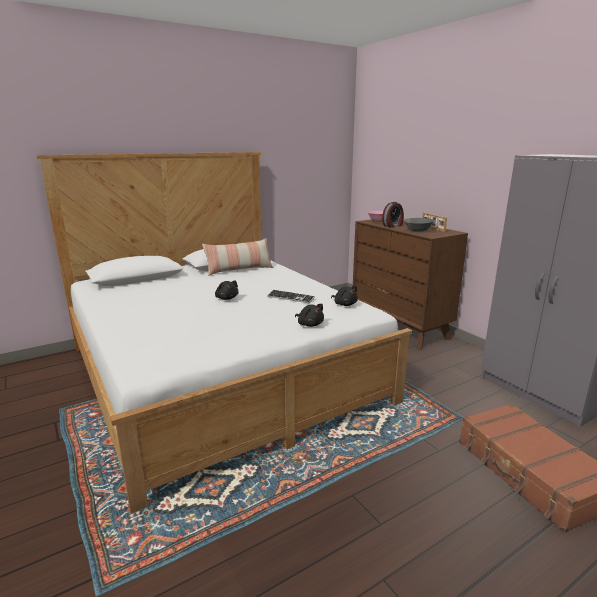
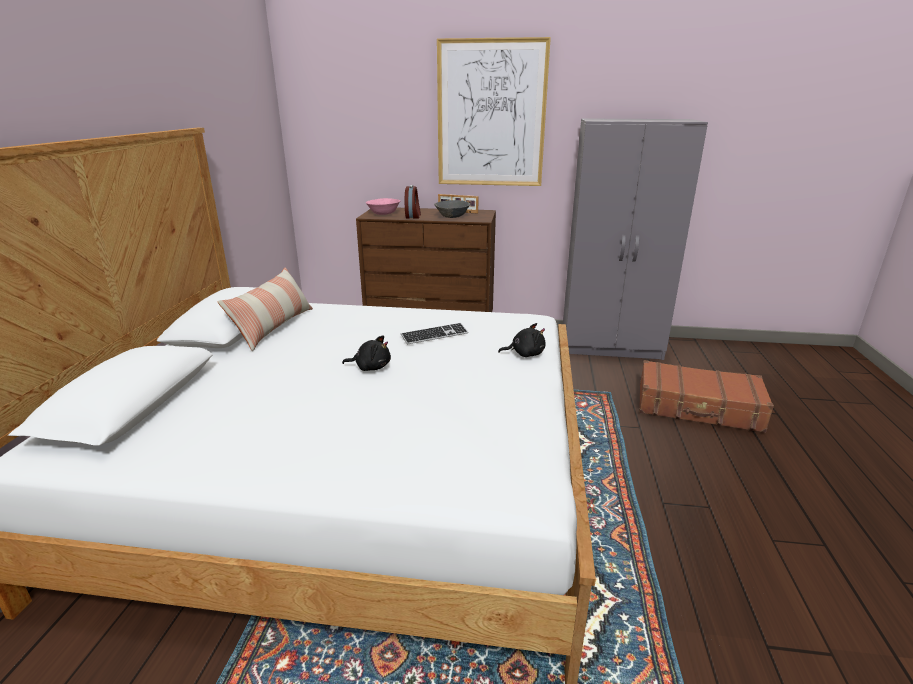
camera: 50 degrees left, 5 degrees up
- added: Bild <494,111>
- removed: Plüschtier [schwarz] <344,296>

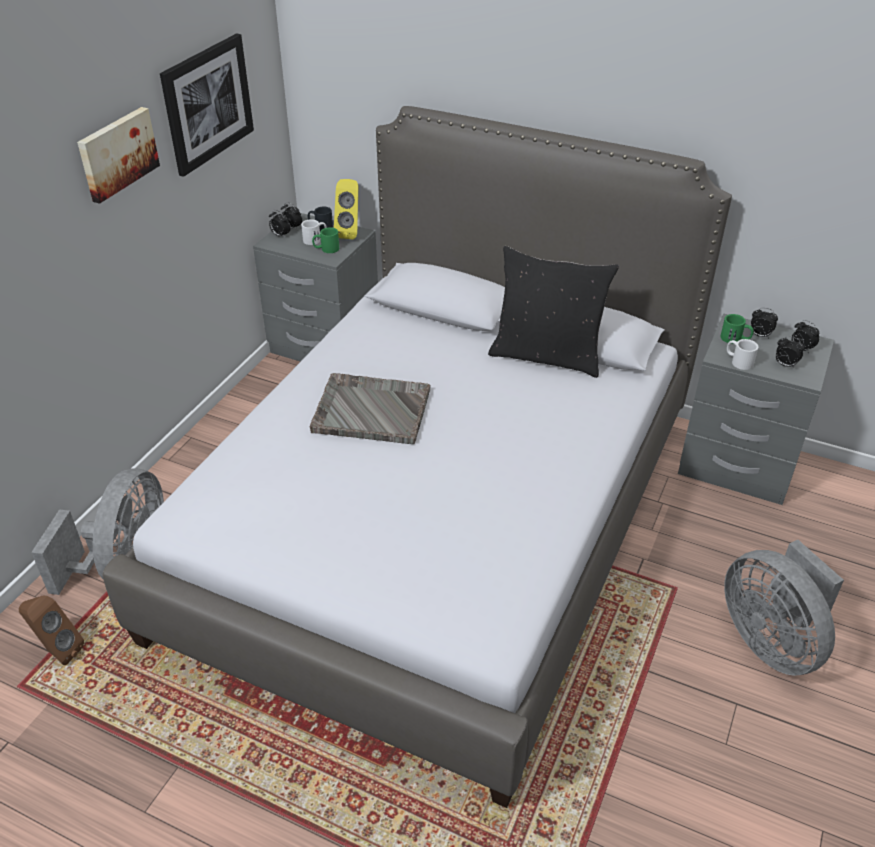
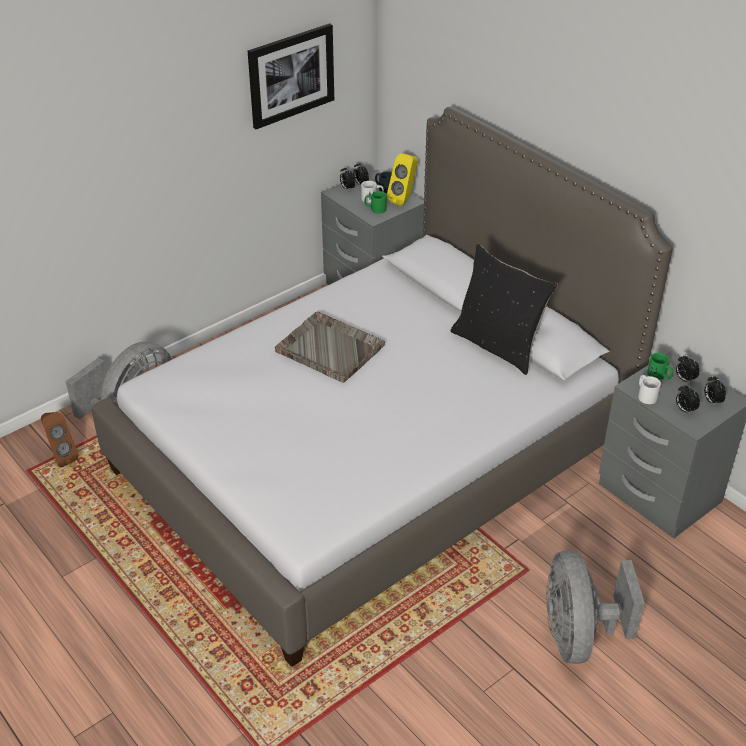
camera: 25 degrees right, 0 degrees up
- removed: Bild <118,155>

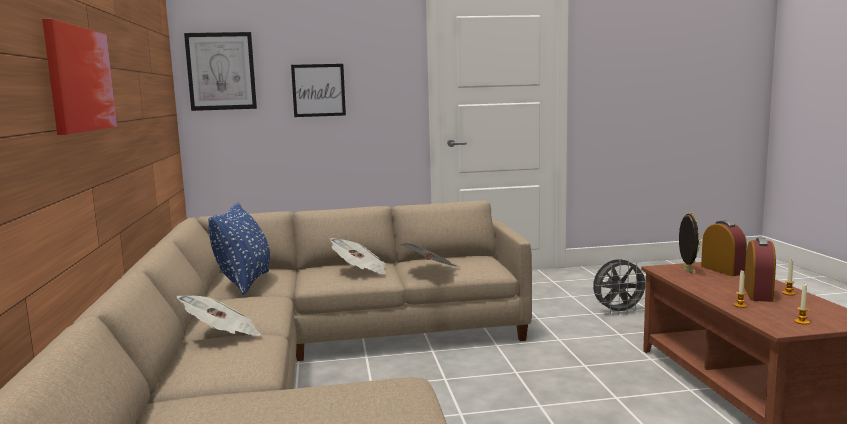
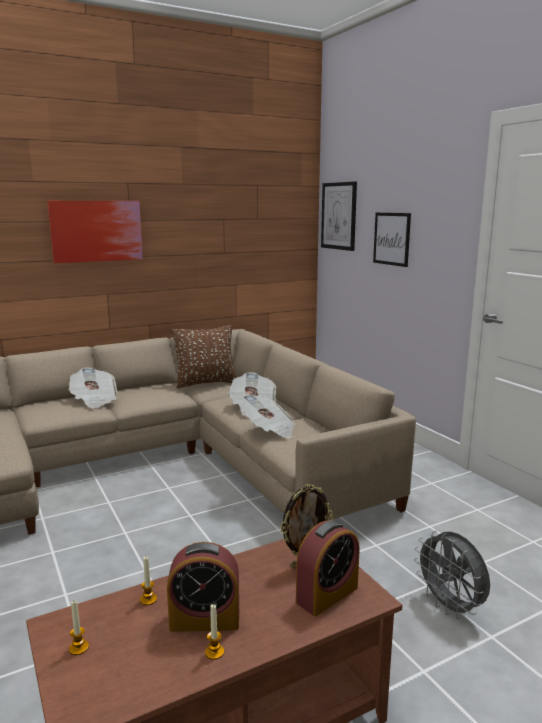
camera: 70 degrees right, 5 degrees up
- recoloured: Kissen [blau] <239,249> to Kissen [braun] <204,357>

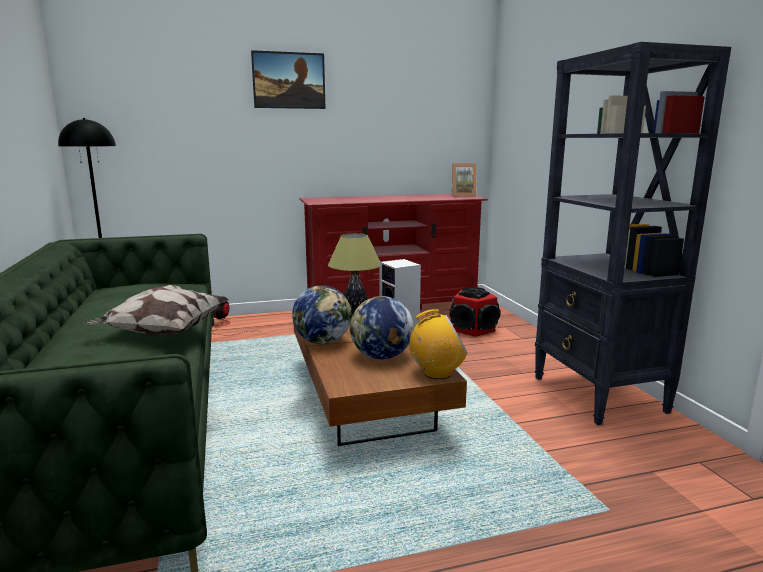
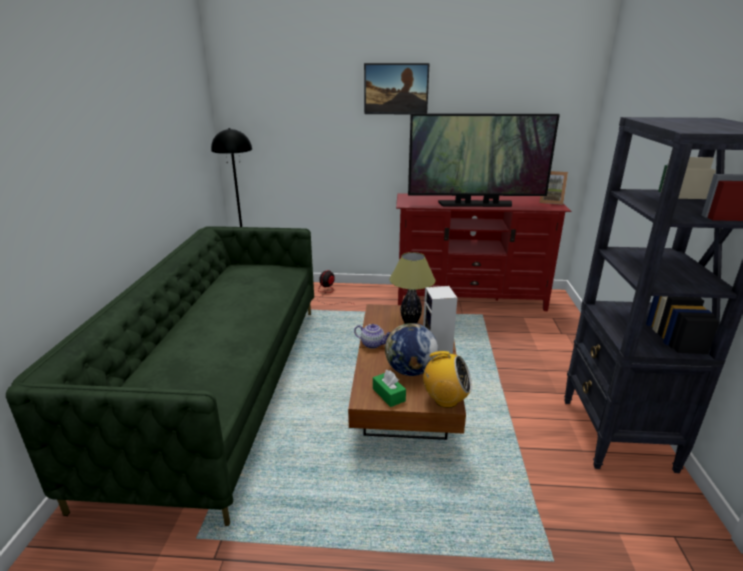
camera: 20 degrees right, 10 degrees up
- replaced: Globus <322,314> to Teekanne <372,336>
- added: Taschentuchbox [grün] <389,388>
- added: Fernseher <484,160>
- removed: Kissen <156,310>
- removed: Lautsprecher <474,312>

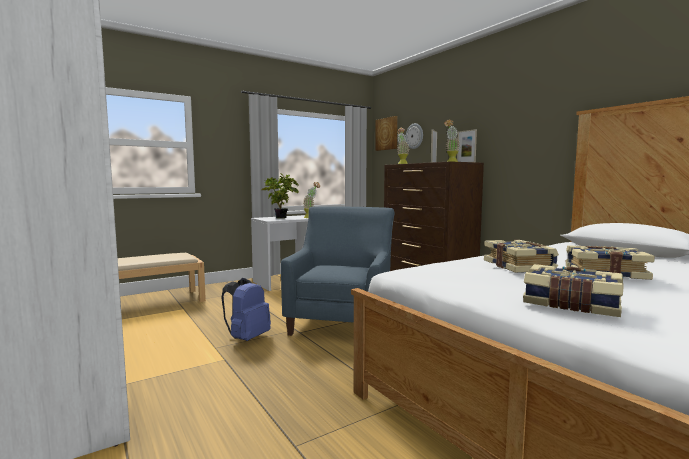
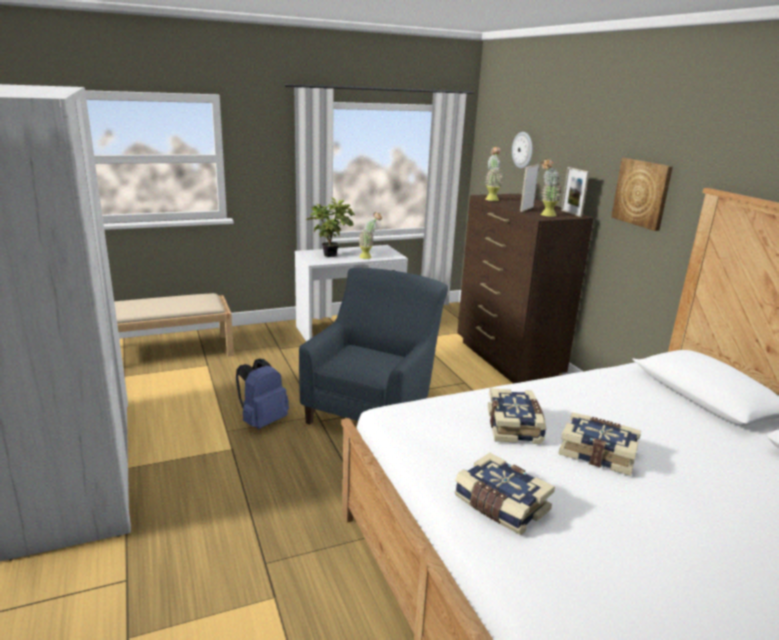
camera: 10 degrees right, 15 degrees up
- moved: Bild <386,133> to <642,194>

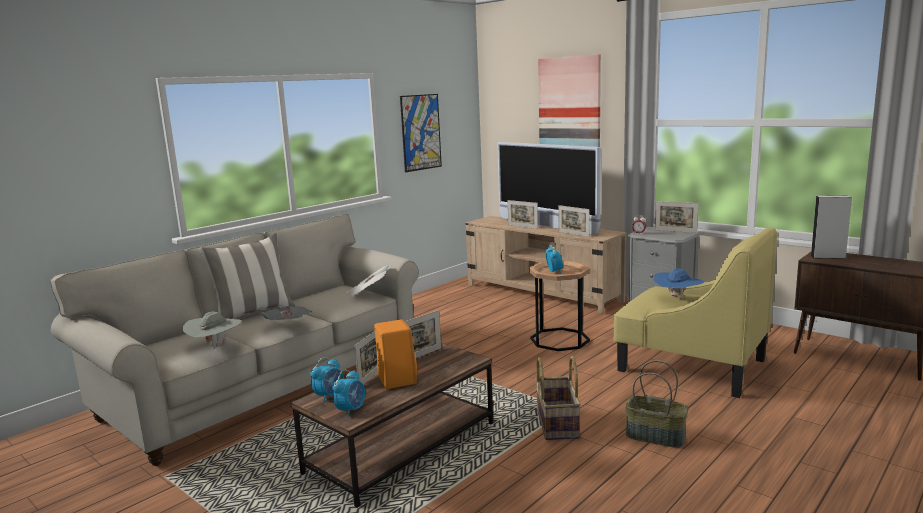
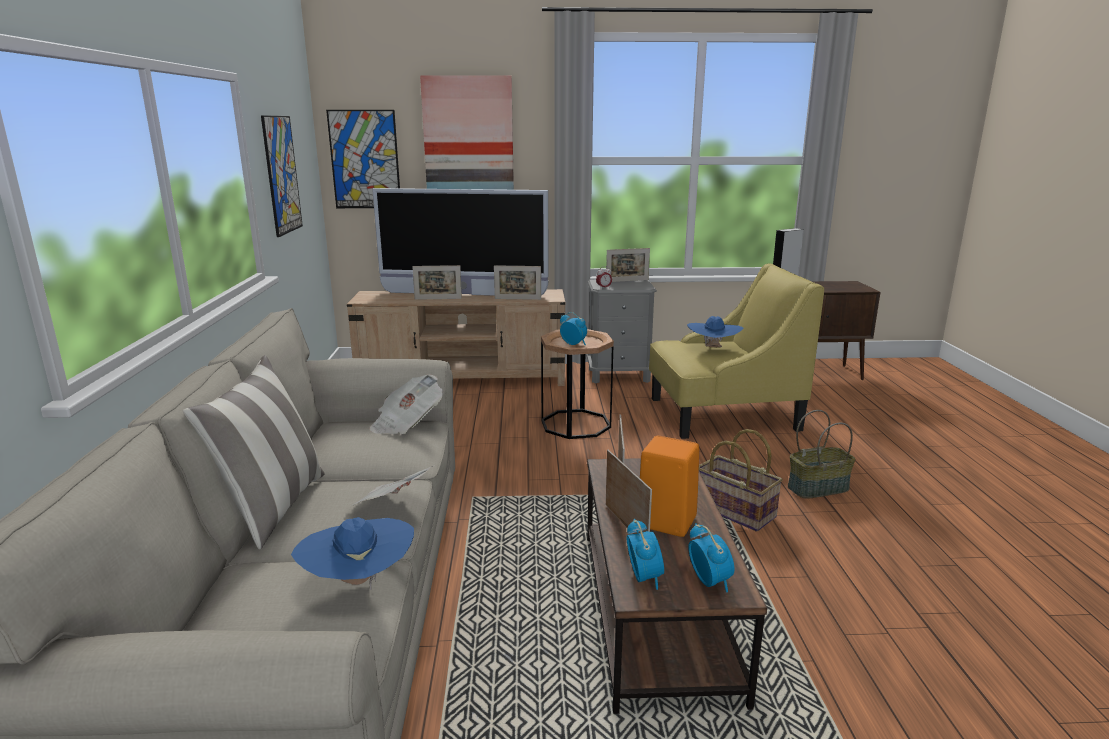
camera: 45 degrees left, 5 degrees up
- recoloured: Hut [grau] <212,330> to Hut [blau] <352,553>
- added: Bild <363,159>

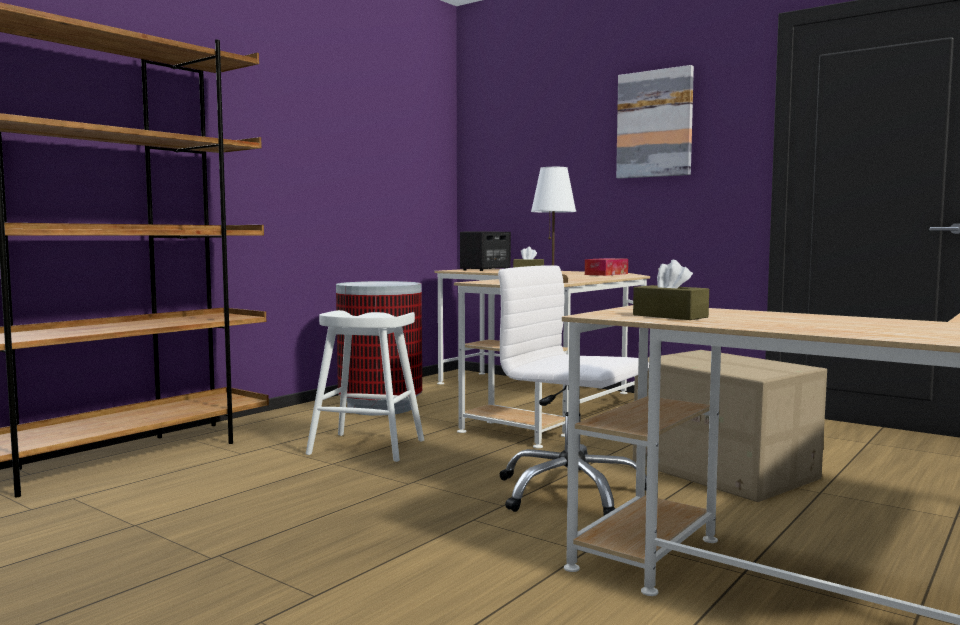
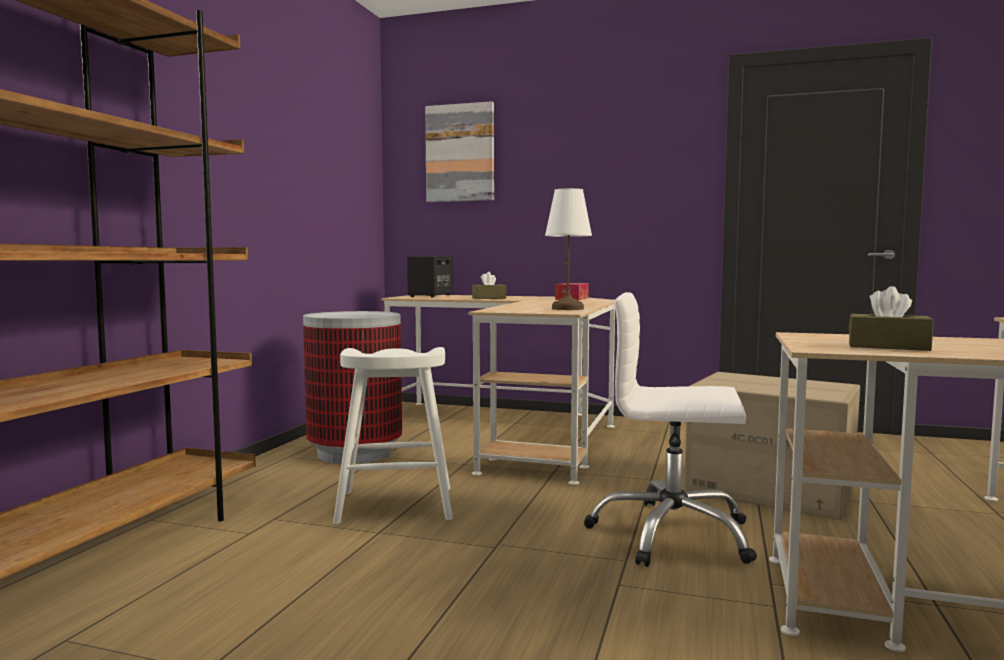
camera: 20 degrees left, 0 degrees up
- moved: Bild <655,122> to <459,151>

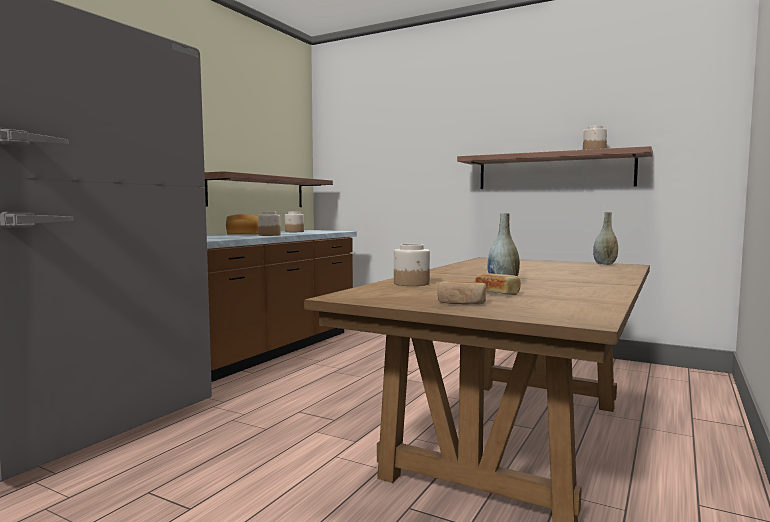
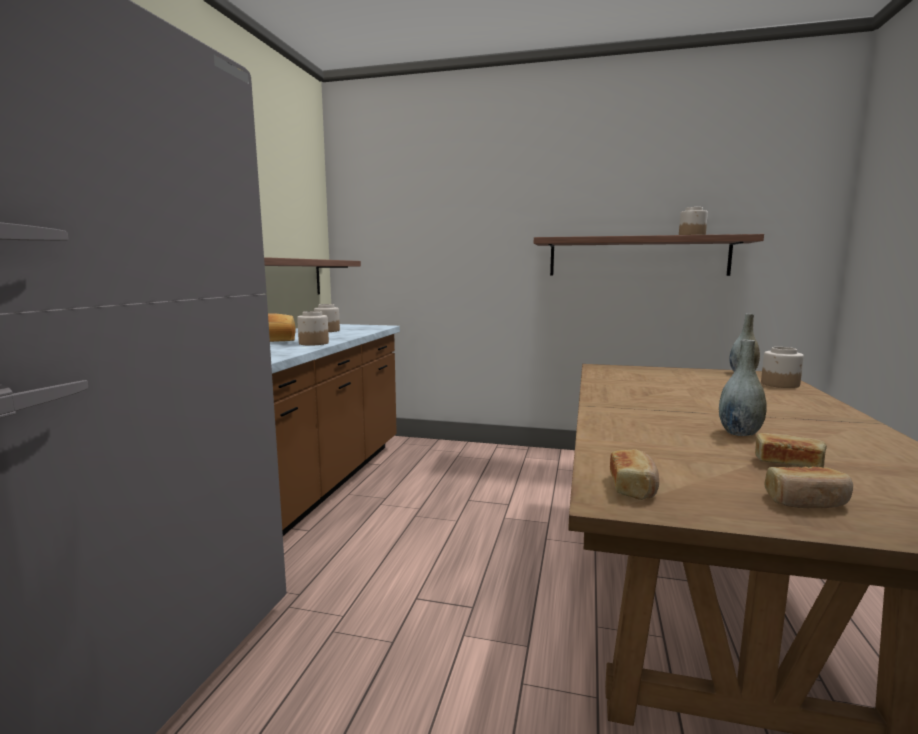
camera: 15 degrees left, 5 degrees up
- added: Brot <634,474>
- moved: Vorratsglas <412,265> to <782,367>

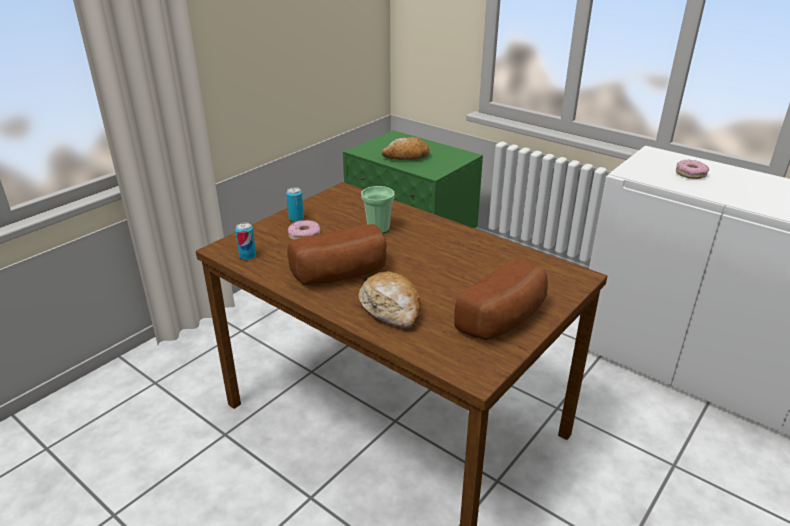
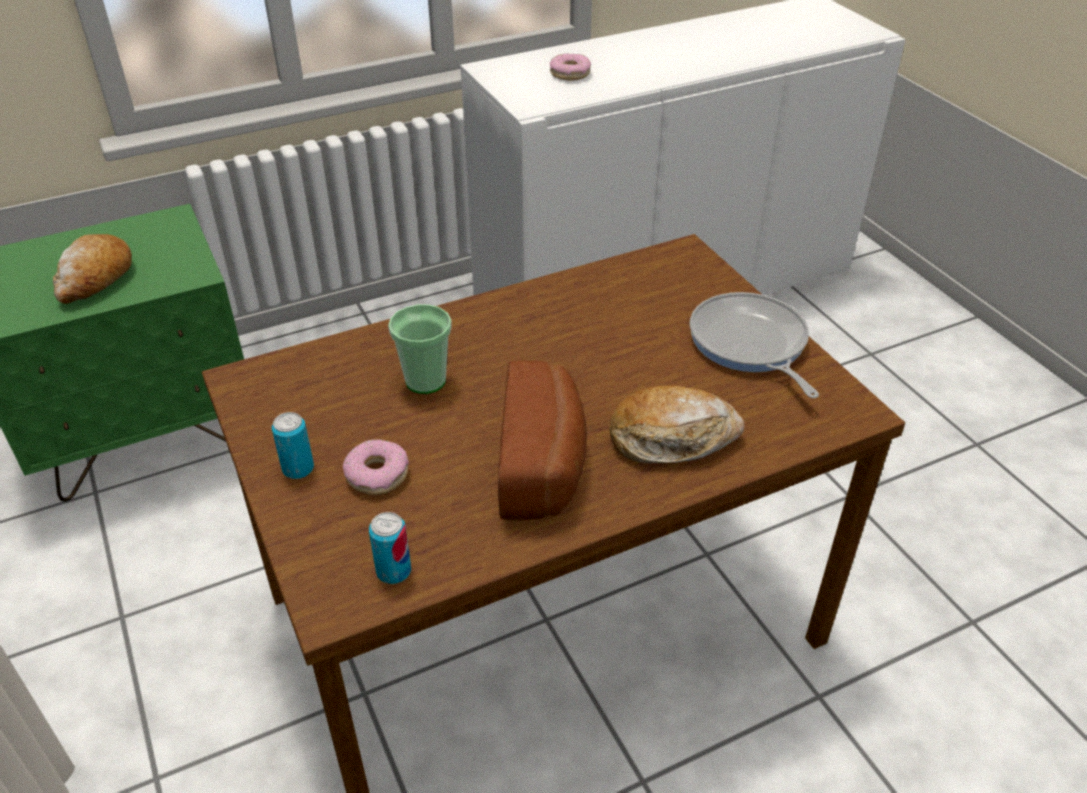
camera: 65 degrees left, 10 degrees up
- replaced: Brot <501,298> to Pfanne <754,345>

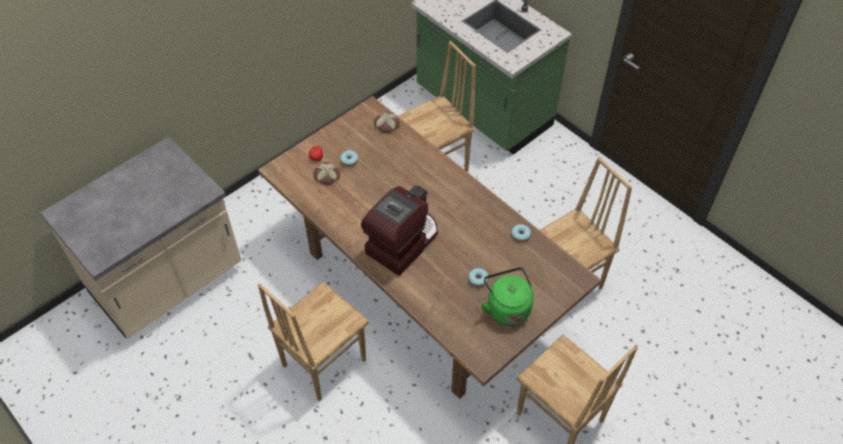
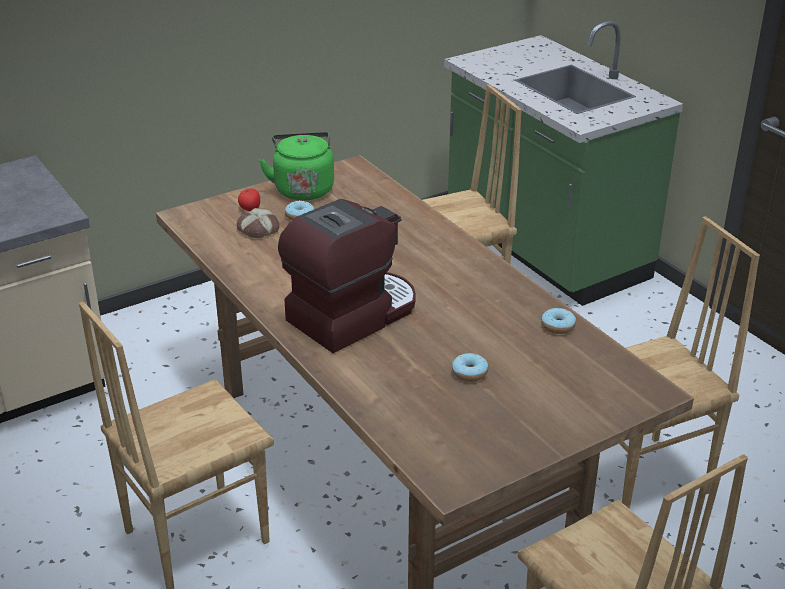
camera: 10 degrees right, 20 degrees down
- moved: Wasserkessel [grün] <507,296> to <296,166>
- removed: Brot <387,122>

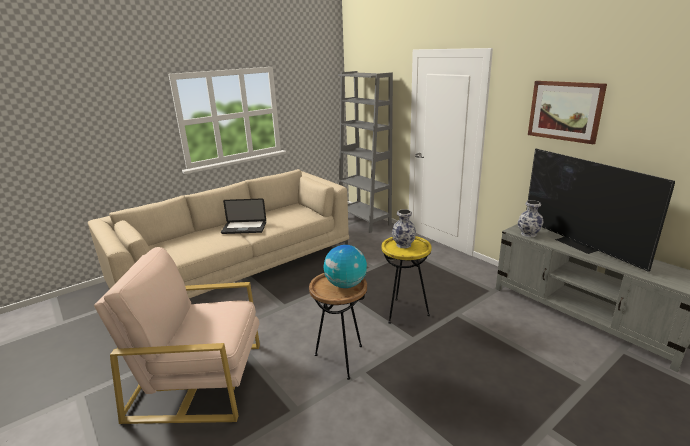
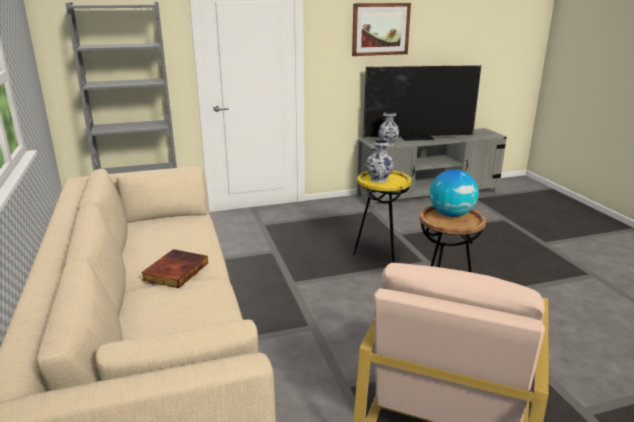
camera: 70 degrees left, 0 degrees up
- replaced: Laptop <243,216> to Buch <174,268>

